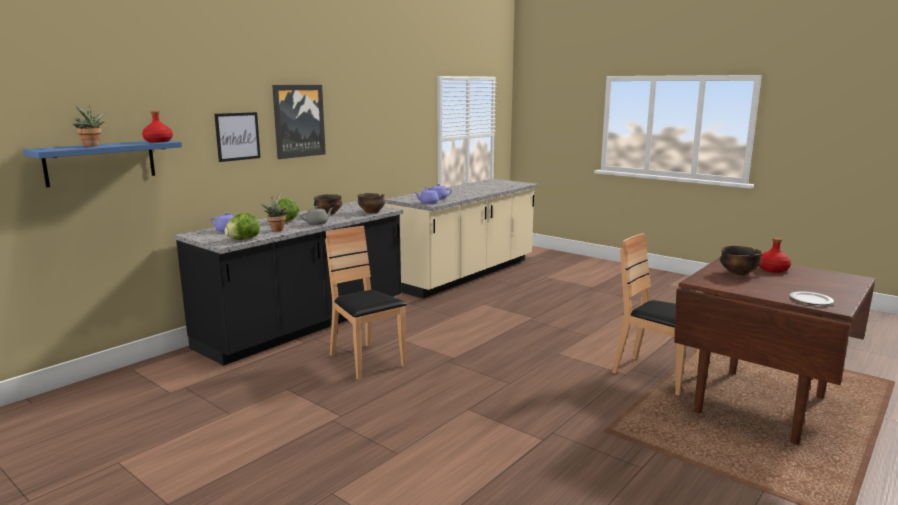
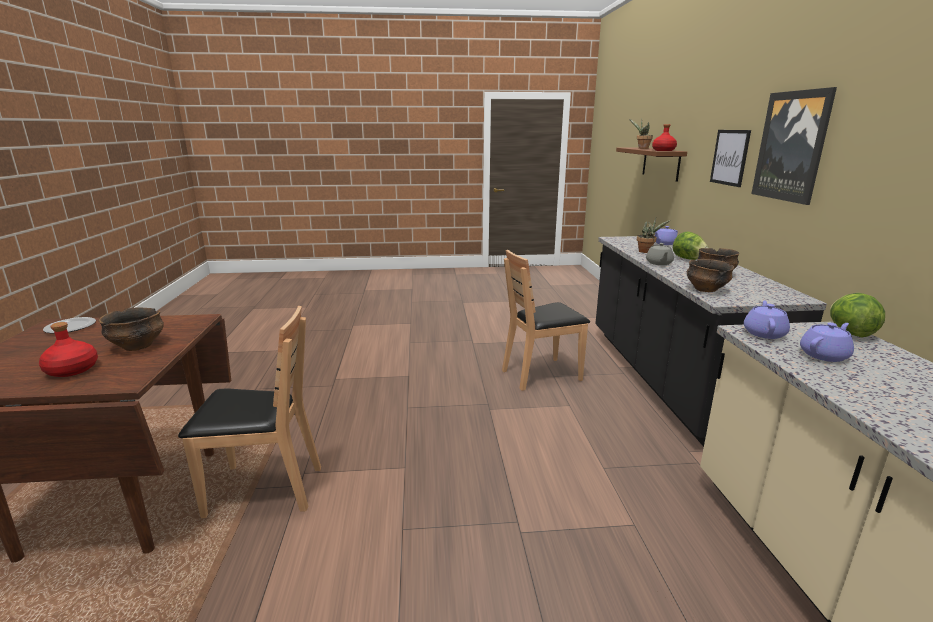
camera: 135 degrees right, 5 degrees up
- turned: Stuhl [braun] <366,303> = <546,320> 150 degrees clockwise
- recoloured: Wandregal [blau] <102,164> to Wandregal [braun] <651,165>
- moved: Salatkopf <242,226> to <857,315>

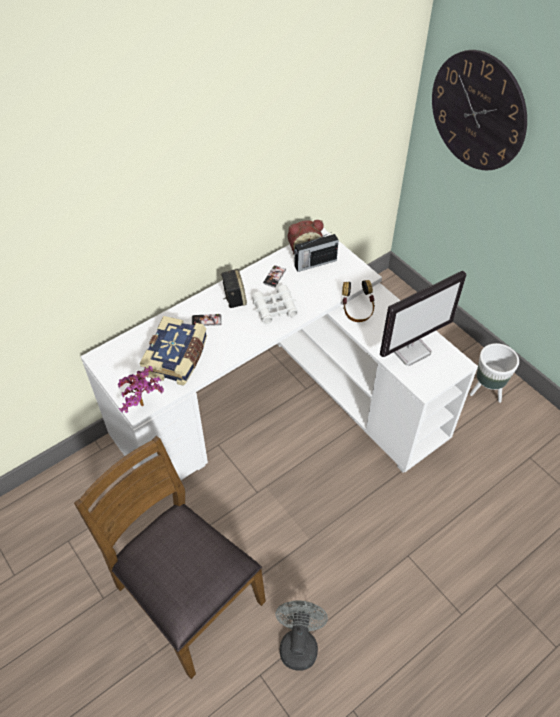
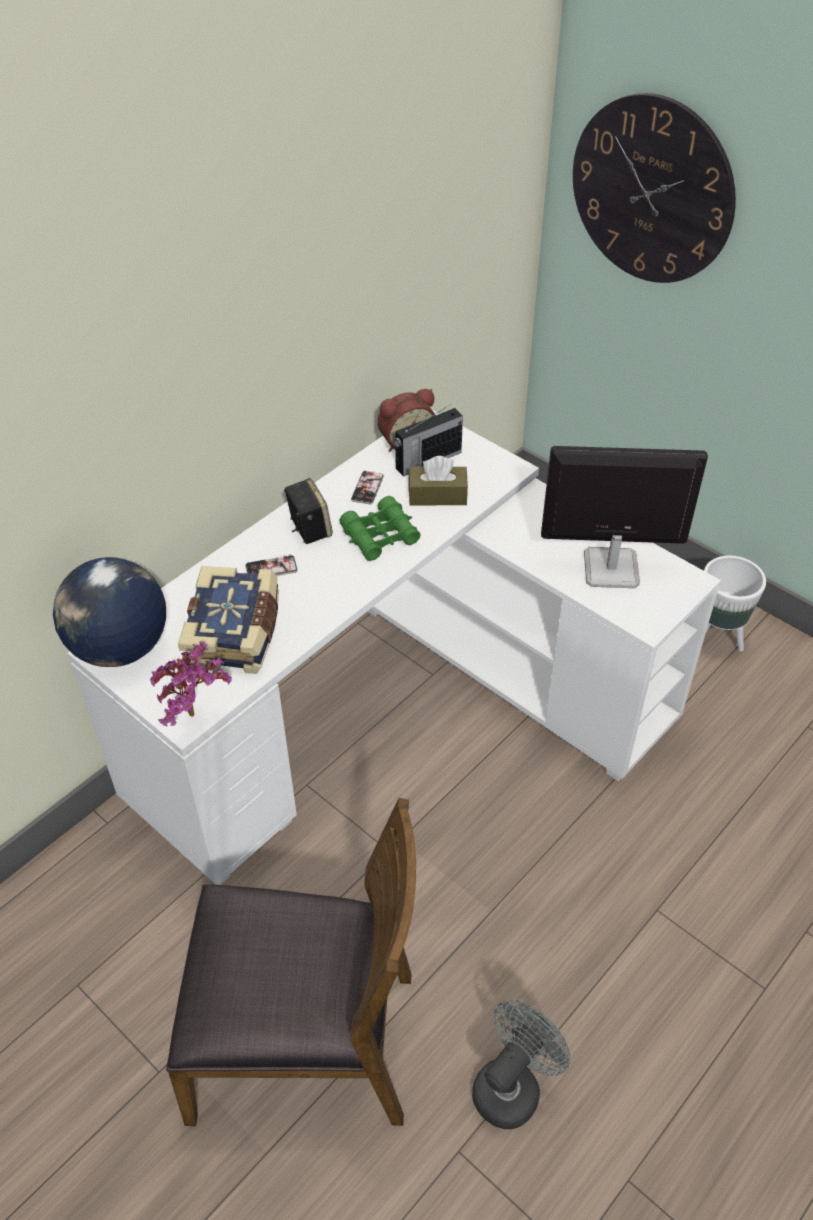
camera: 10 degrees left, 5 degrees down
- added: Globus <109,612>
- turned: Stuhl [braun] <170,557> = <291,962> 150 degrees clockwise
- recoloured: Fernglas [weiß] <275,304> to Fernglas [grün] <380,528>
- added: Taschentuchbox [braun] <438,480>
- turned: Ventilator [grau] <302,635> = <521,1064> 45 degrees clockwise
- turned: Monitor <423,318> = <624,517> 135 degrees counterclockwise
- removed: Kopfhörer <358,301>

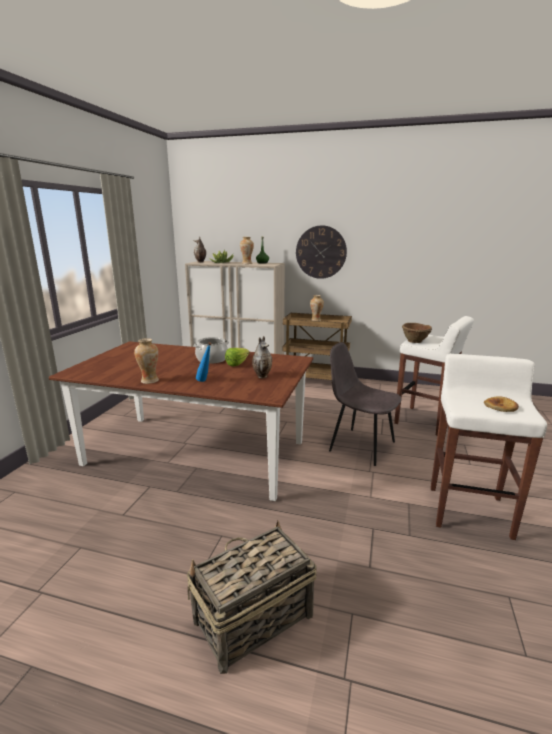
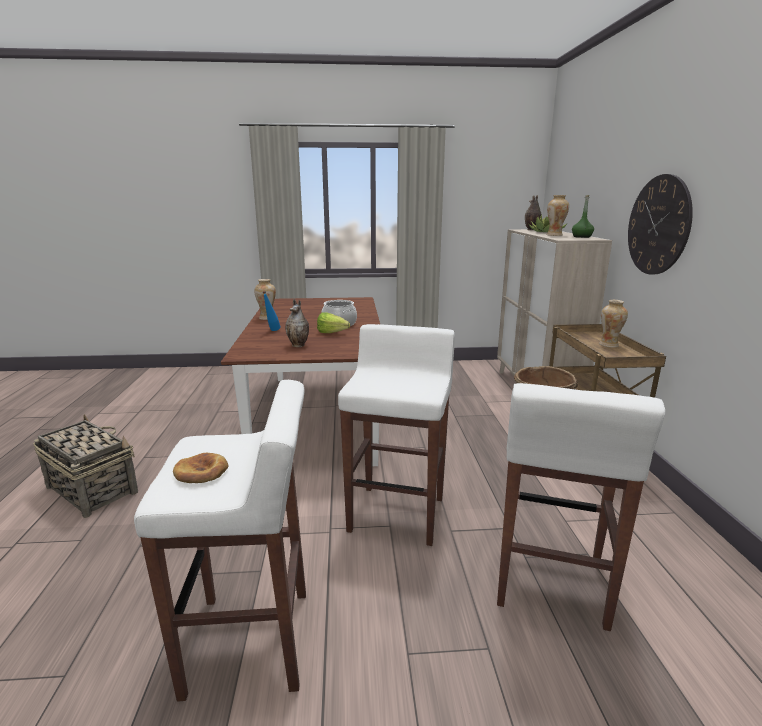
camera: 70 degrees right, 0 degrees up
- replaced: Stuhl [grau] <365,404> to Hocker [weiß] <396,435>

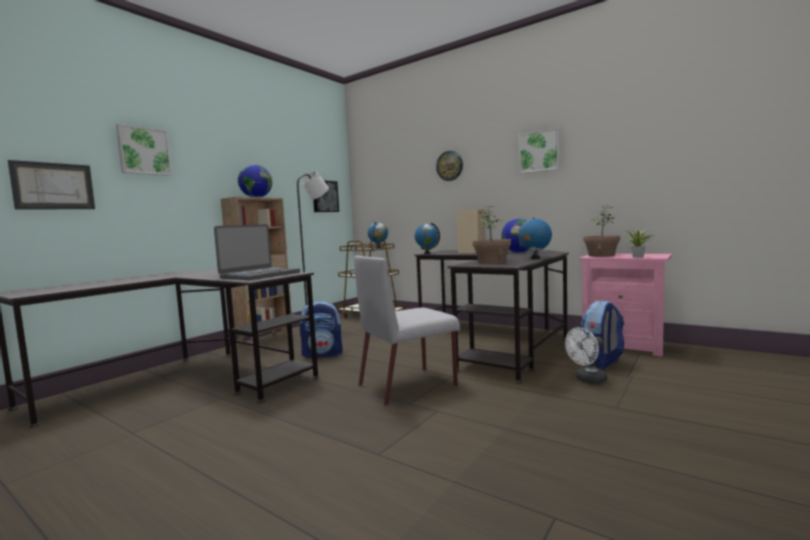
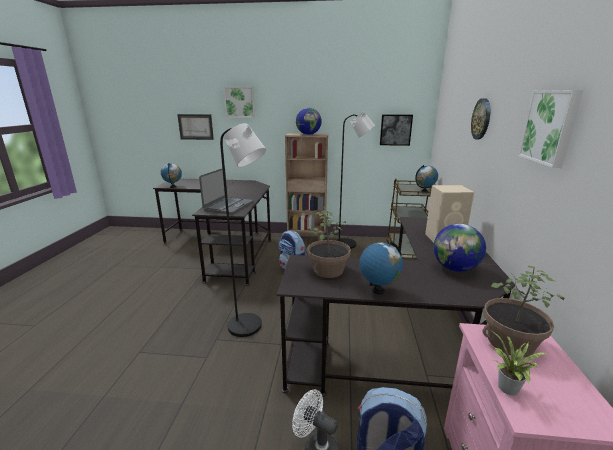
camera: 60 degrees right, 15 degrees up
- moved: Globus <427,238> to <171,175>
- turned: Laptop <257,252> = <226,191> 75 degrees counterclockwise
- replaced: Stuhl [grau] <407,330> to Stehlampe [schwarz] <243,230>

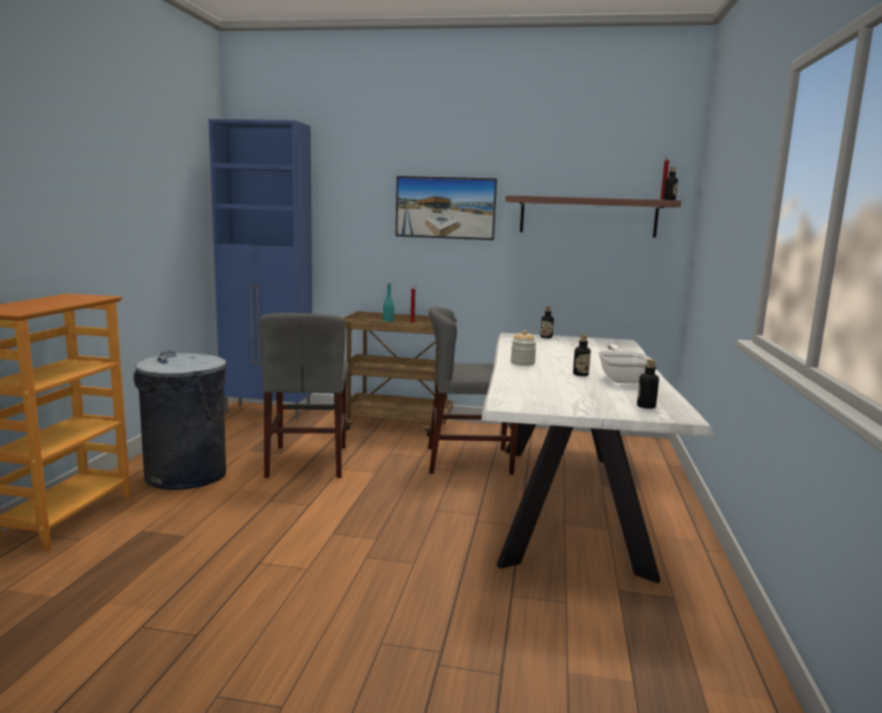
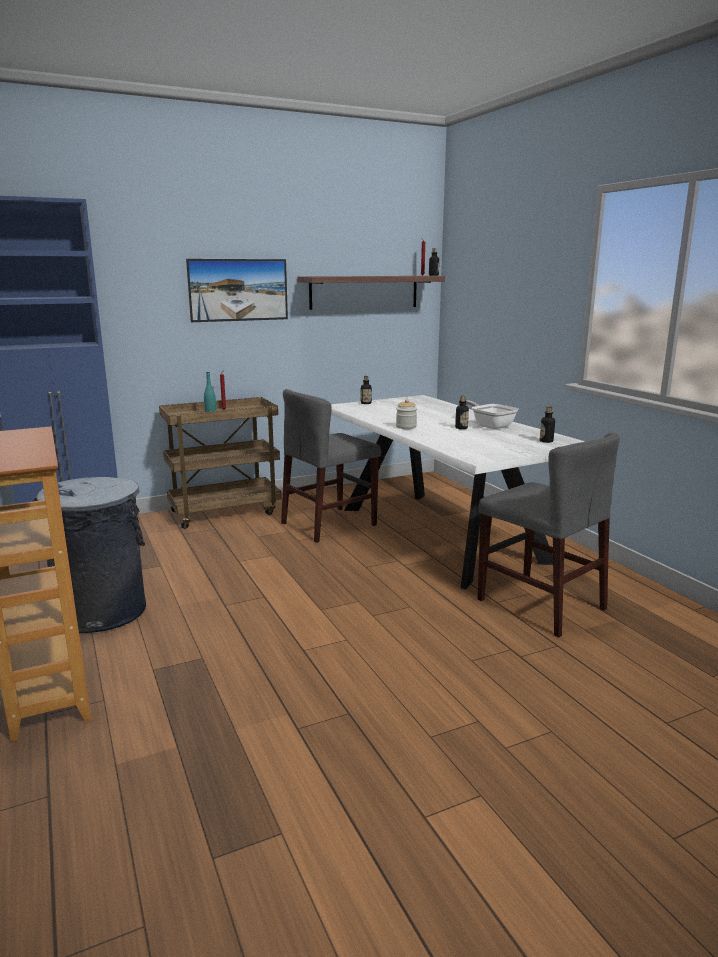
camera: 35 degrees left, 5 degrees up
- moved: Stuhl [grau] <304,395> to <549,535>

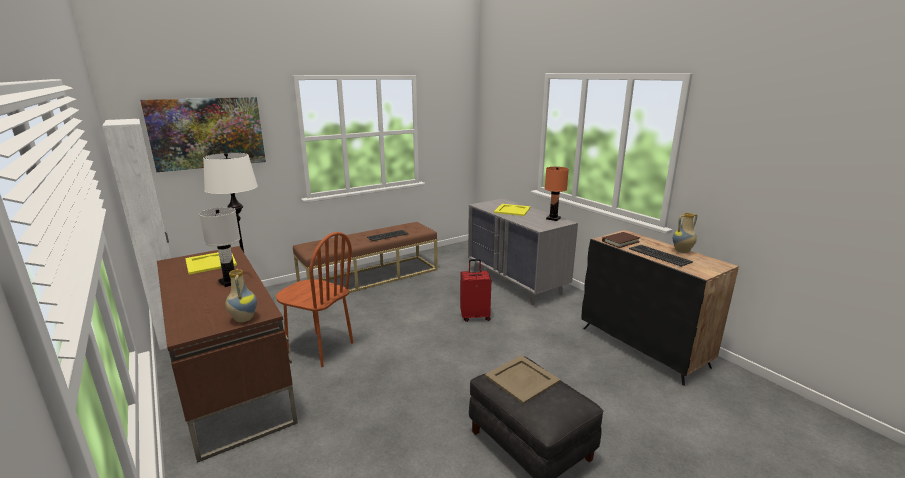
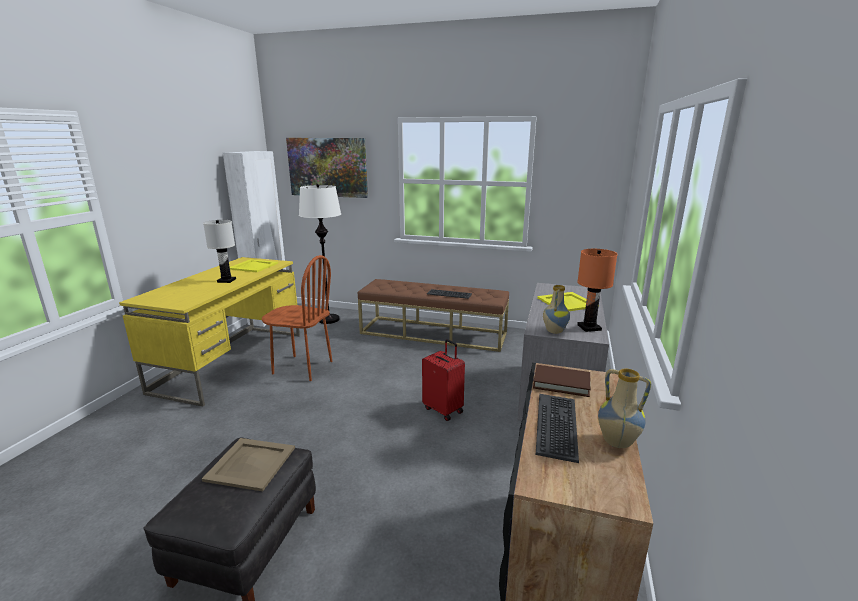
camera: 50 degrees right, 0 degrees up
- recoloured: Schreibtisch [braun] <227,354> to Schreibtisch [gelb] <209,332>
- turned: Stuhl [braun] <314,299> = <297,318> 60 degrees counterclockwise
- moved: Vase <241,295> to <556,309>

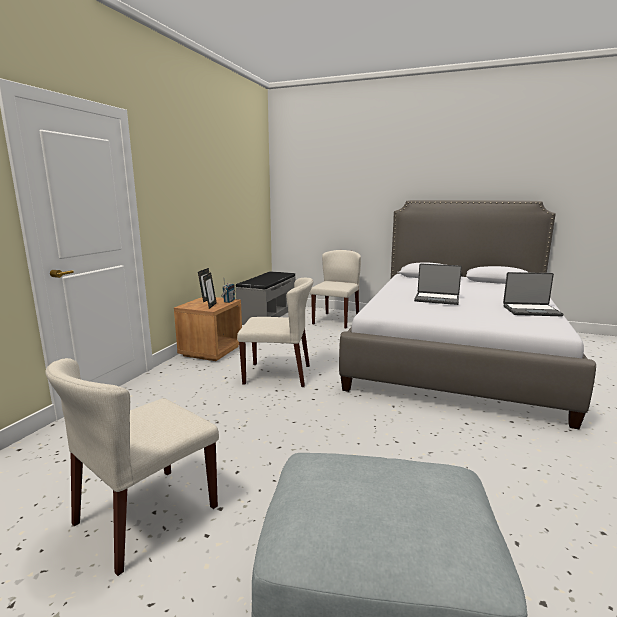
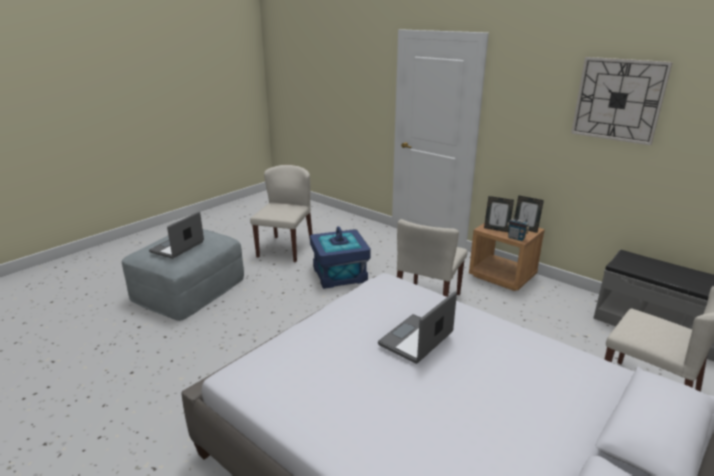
camera: 110 degrees right, 10 degrees up
- moved: Laptop <533,294> to <176,235>
- turned: Stuhl [beige] <132,467> = <281,213> 45 degrees clockwise
- added: Aufbewahrungsbox [blau] <340,257>
- added: Wanduhr <622,101>

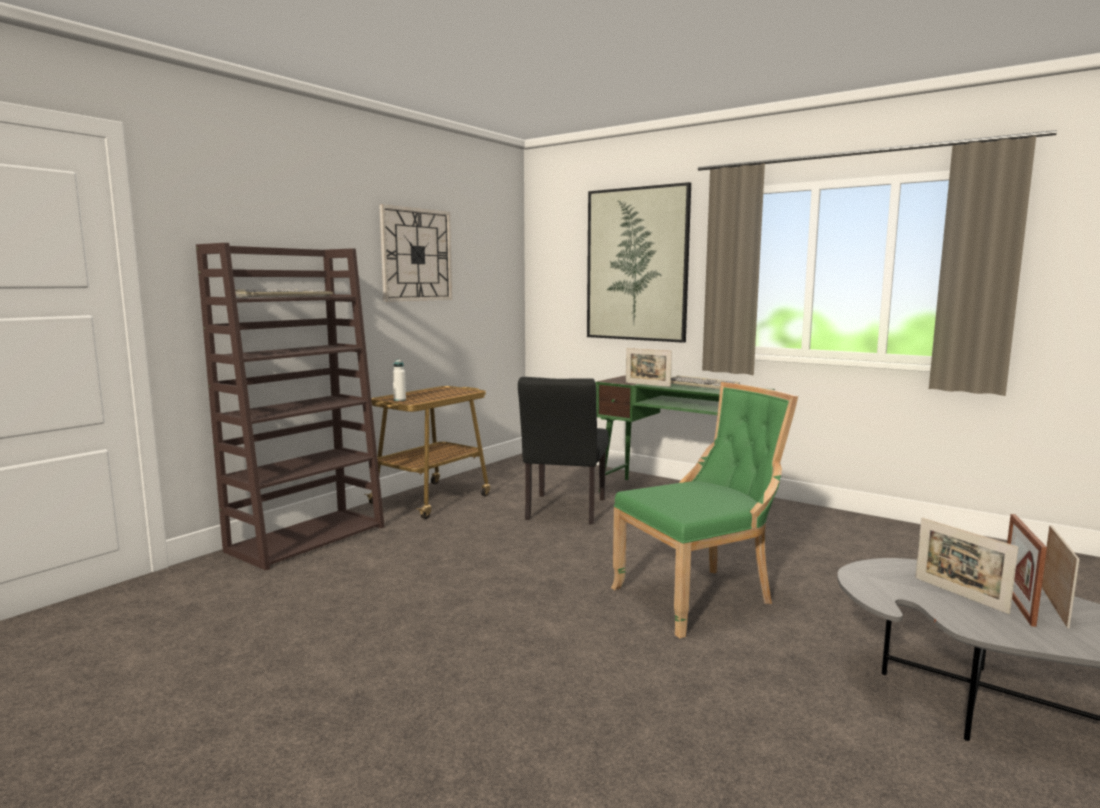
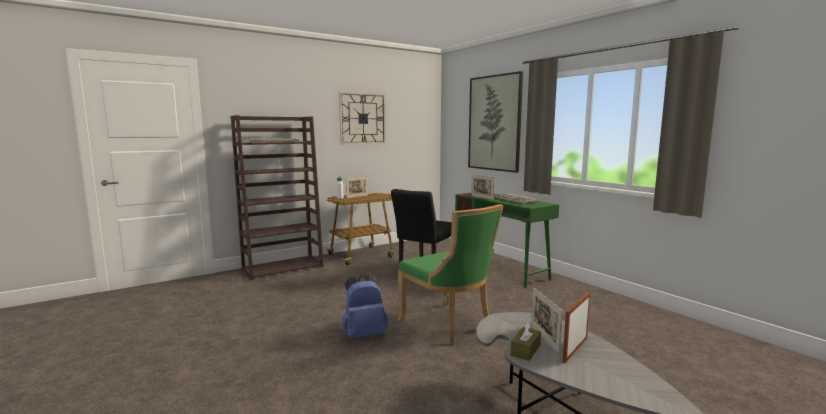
camera: 20 degrees right, 0 degrees up
- added: Rucksack [blau] <365,306>
- moved: Bilderrahmen <1060,577> to <357,187>
- turned: Stuhl [grün] <704,510> = <451,274> 60 degrees clockwise
- added: Taschentuchbox [braun] <525,341>

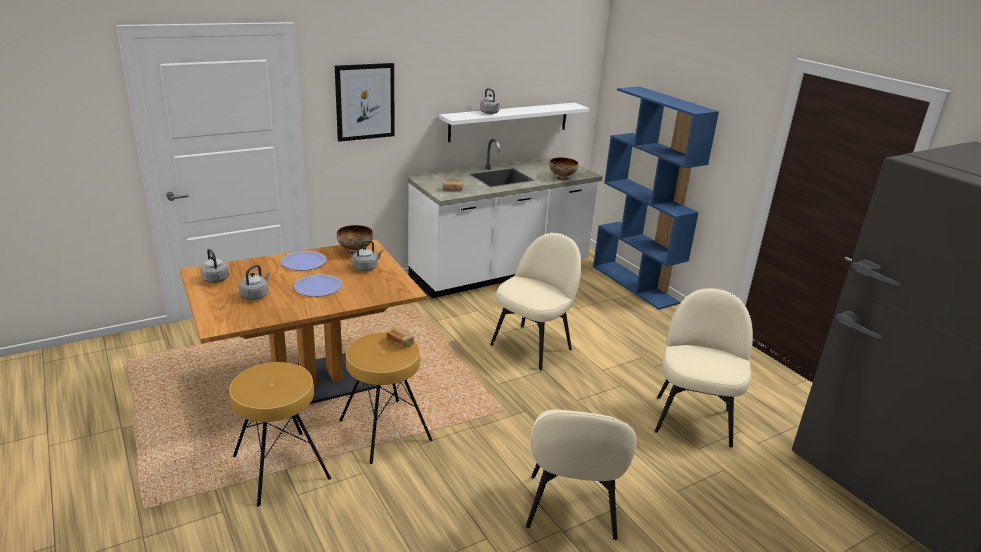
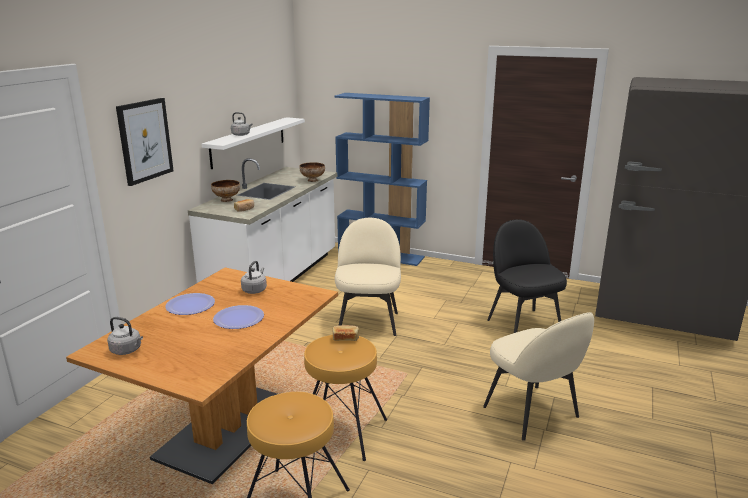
camera: 35 degrees left, 5 degrees down
- moved: Schüssel <354,240> to <225,191>
- recoloured: Stuhl [beige] <704,368> to Stuhl [schwarz] <527,276>
- removed: Wasserkessel [grau] <254,282>

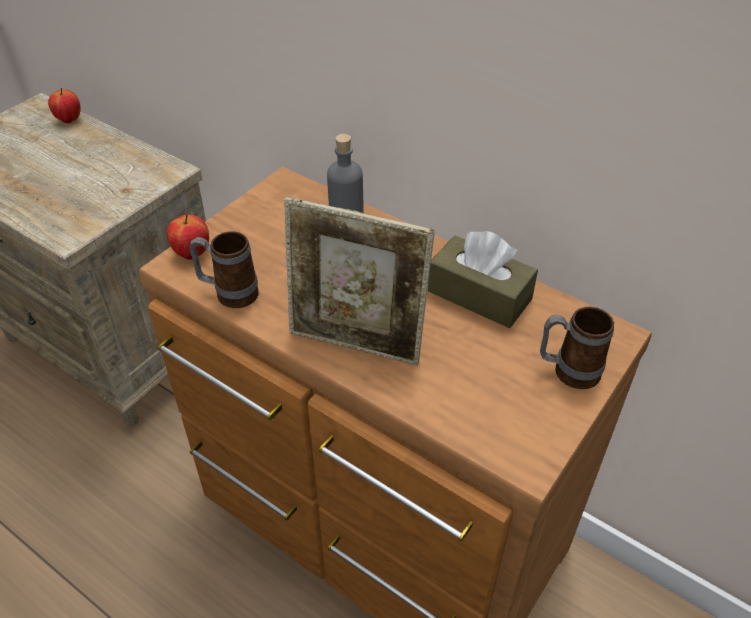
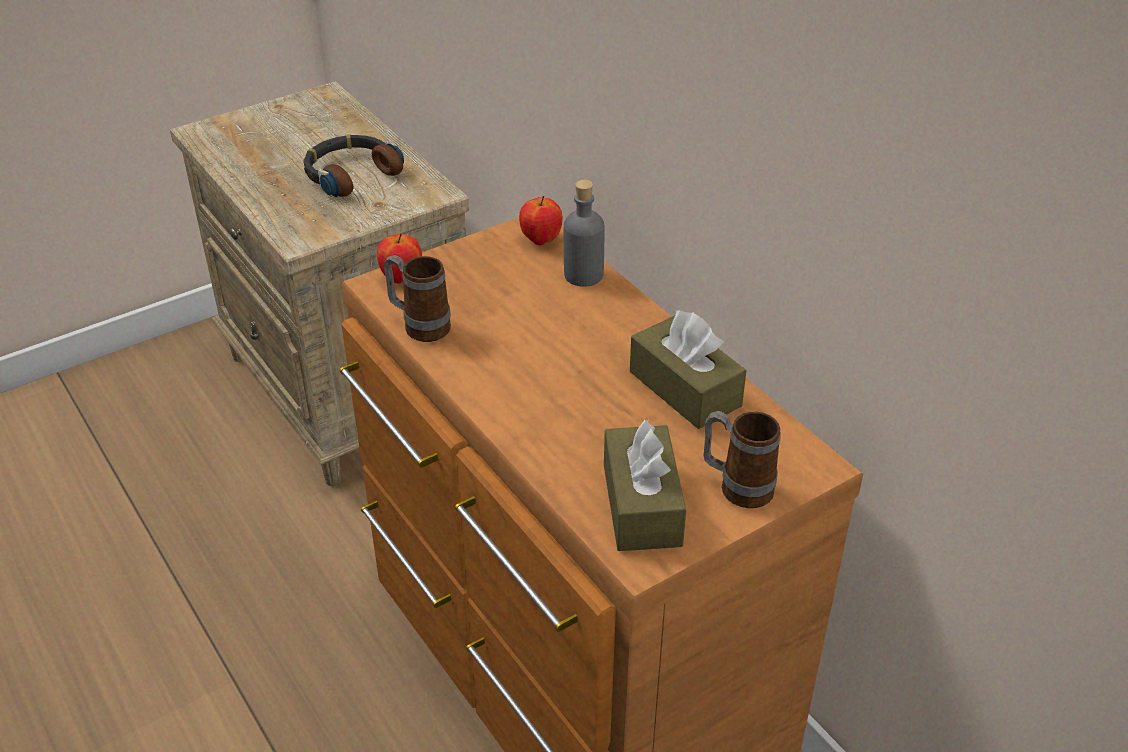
camera: 20 degrees right, 5 degrees down
- added: Kopfhörer <354,165>
- moved: Apfel <64,105> to <541,220>
- added: Taschentuchbox [braun] <645,485>
- removed: Bilderrahmen <359,281>

